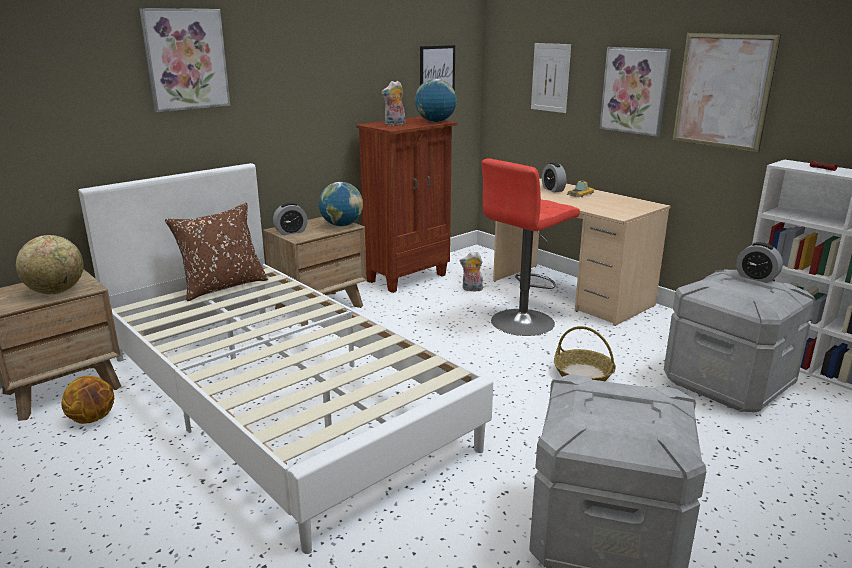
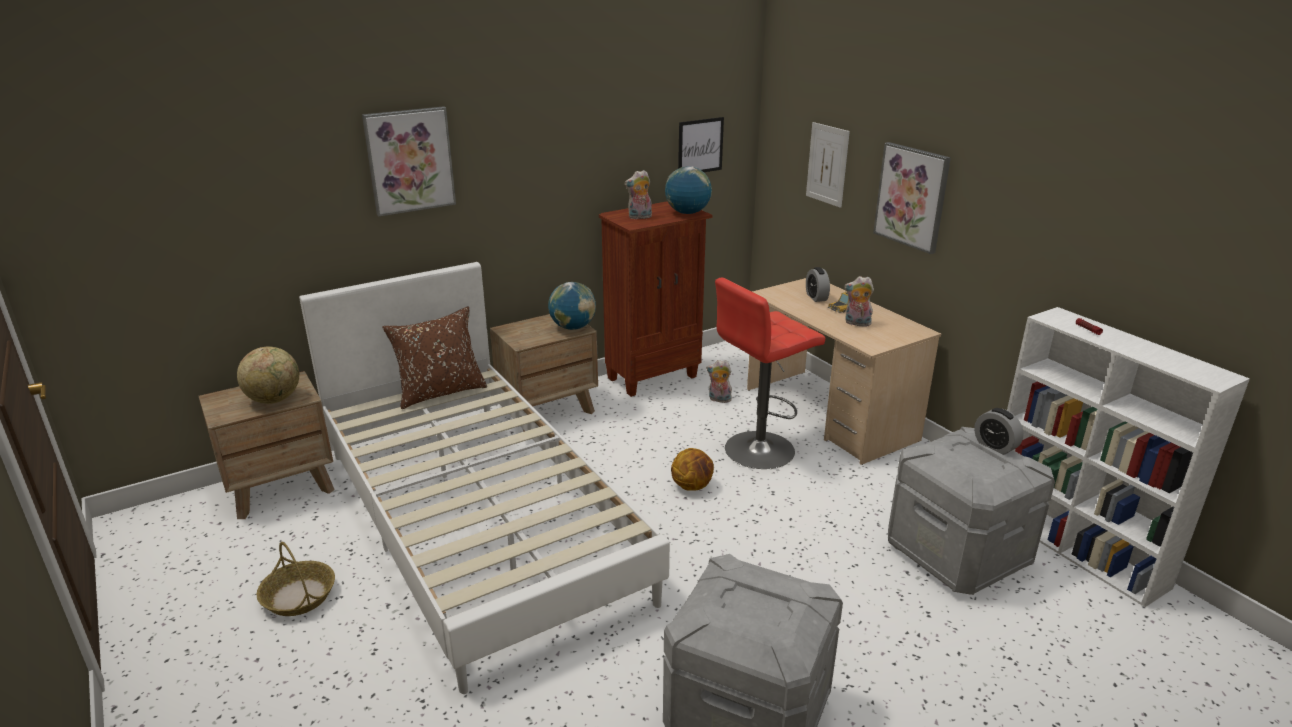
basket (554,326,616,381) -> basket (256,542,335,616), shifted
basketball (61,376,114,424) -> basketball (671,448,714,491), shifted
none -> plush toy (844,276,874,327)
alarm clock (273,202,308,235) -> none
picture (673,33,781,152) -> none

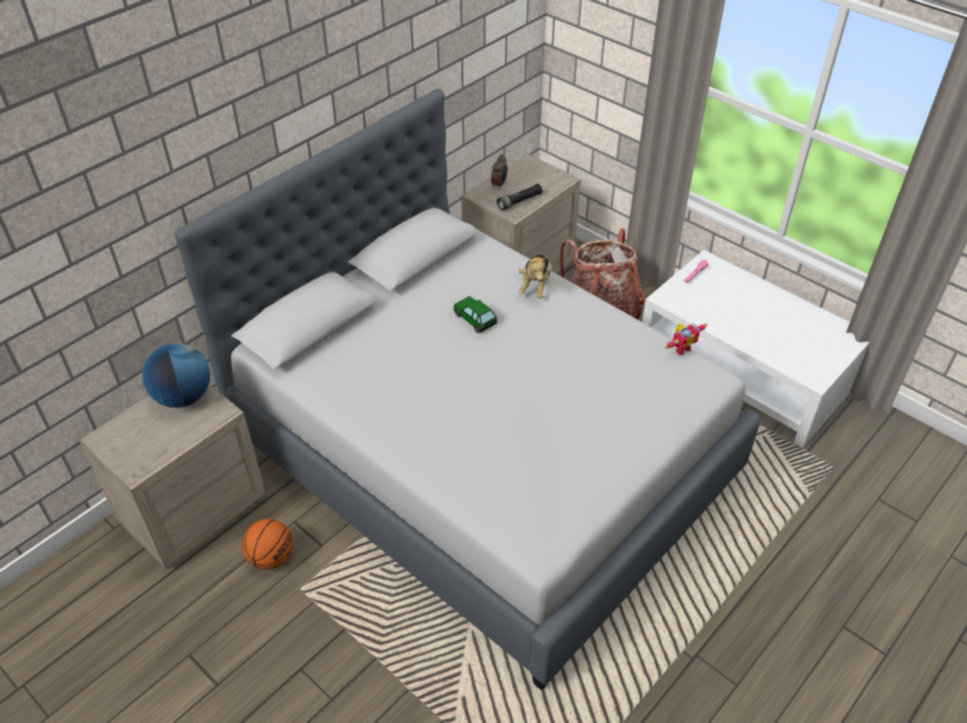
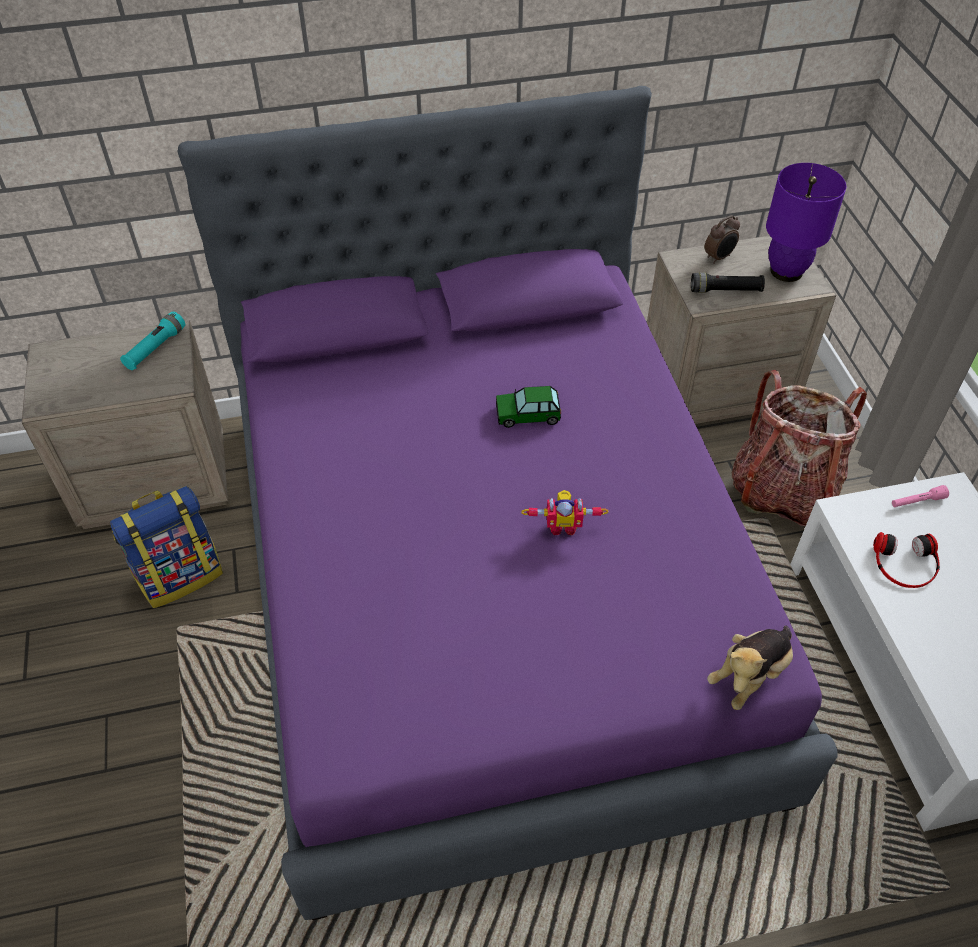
basketball (242,519,293,570) -> backpack (110,486,223,608)
globe (142,343,210,408) -> turquoise flashlight (120,312,185,370)
grey bed (174,89,761,690) -> purple bed (177,86,838,920)
toy car (453,296,497,333) -> toy car (496,386,561,428), 90 degrees counterclockwise
toy robot (665,323,707,355) -> toy robot (521,490,608,535), shifted
plush toy (519,254,552,298) -> plush toy (707,626,793,710), shifted
none -> purple table lamp (766,163,846,282)
none -> headphones (873,532,940,588)

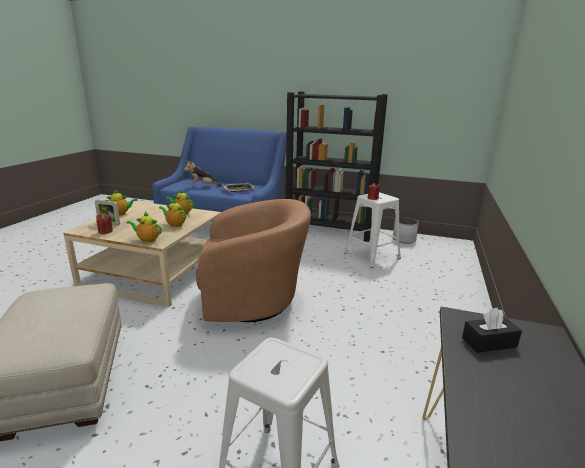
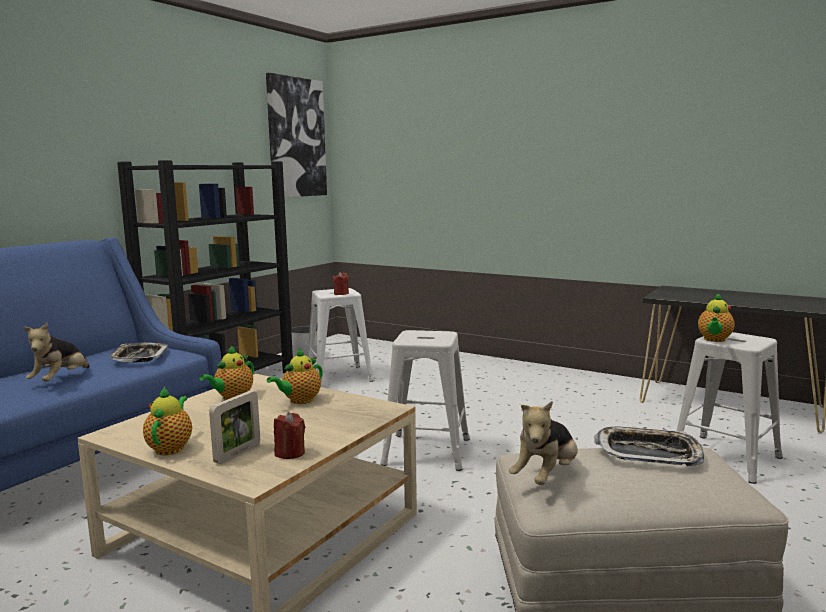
none -> picture (266,73,327,197)
brown armchair (196,199,311,323) -> white stool (381,330,470,471)
none -> plush toy (509,401,578,485)
none -> tray (595,426,704,466)
teapot (126,212,162,243) -> teapot (698,293,735,342), shifted
black tissue box (462,308,522,353) -> none

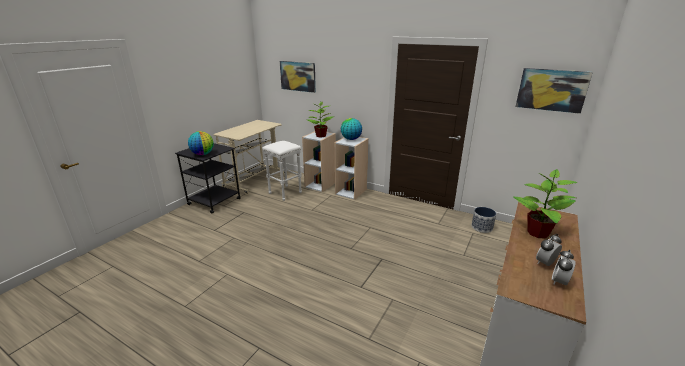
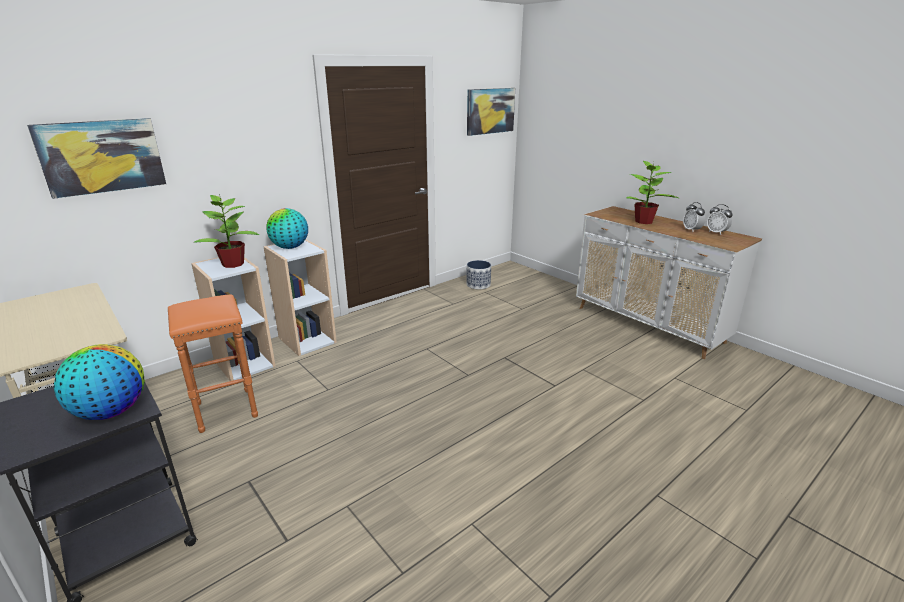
white stool (262,141,302,201) -> orange stool (168,295,258,433)

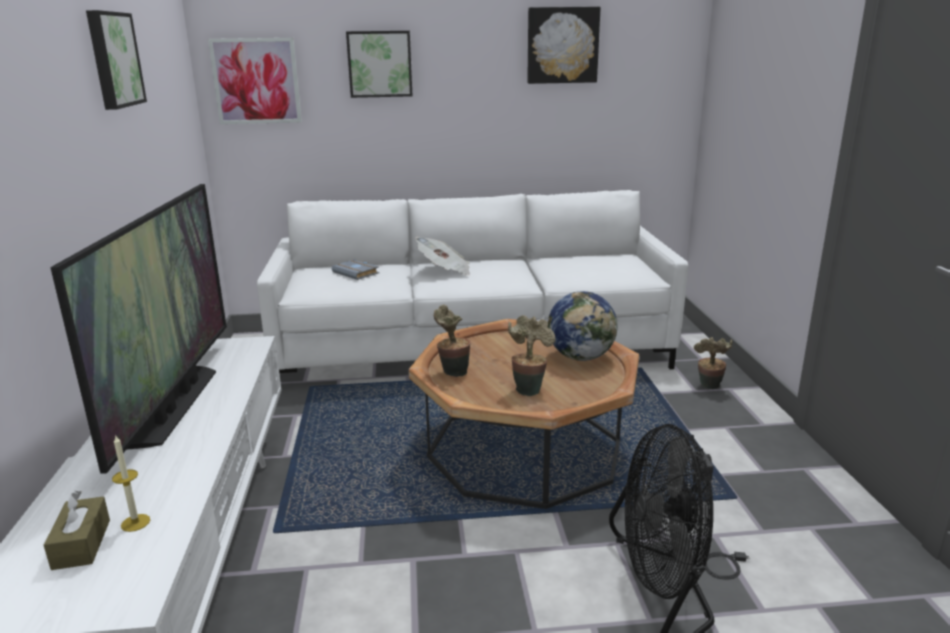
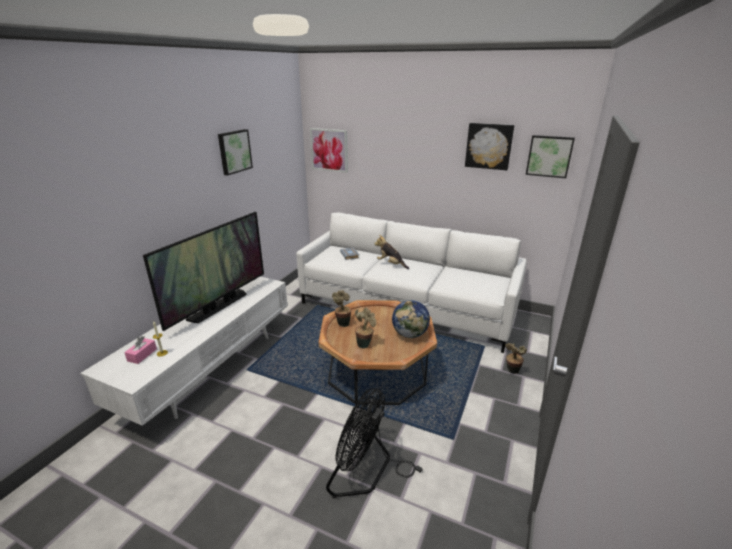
brown tissue box (44,491,110,570) -> pink tissue box (124,336,157,364)
newspaper (415,237,470,275) -> plush toy (374,234,409,269)
picture (346,31,412,98) -> picture (526,135,575,178), shifted

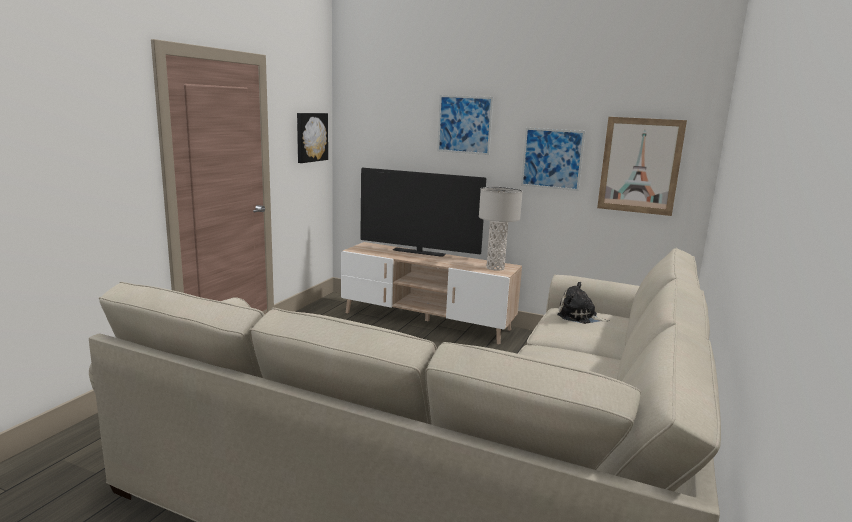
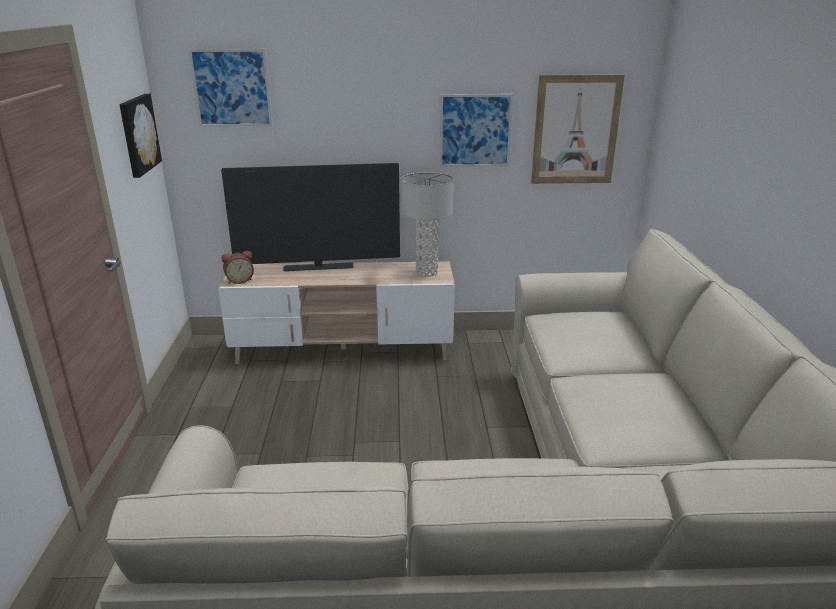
picture (437,95,493,155) -> picture (188,49,273,127), shifted
none -> alarm clock (222,251,254,284)
plush toy (557,282,608,324) -> none

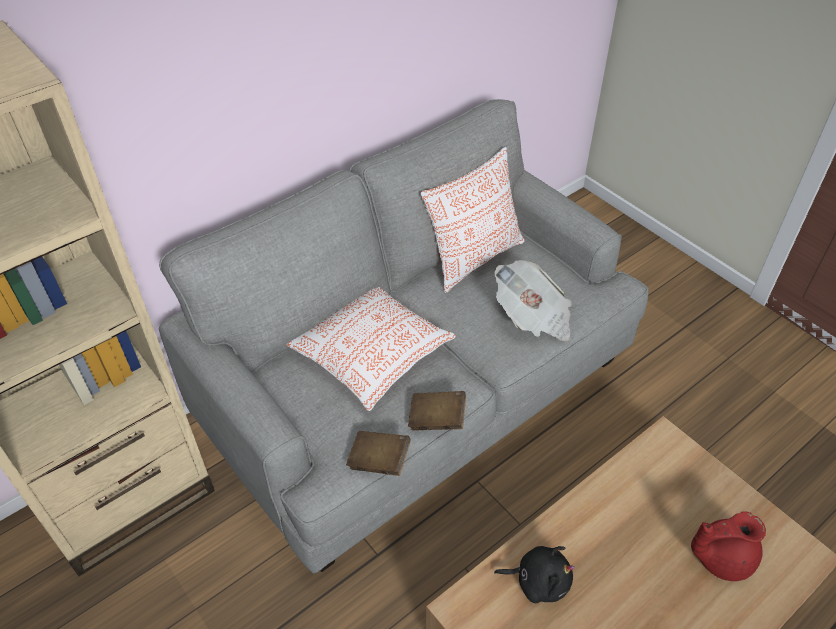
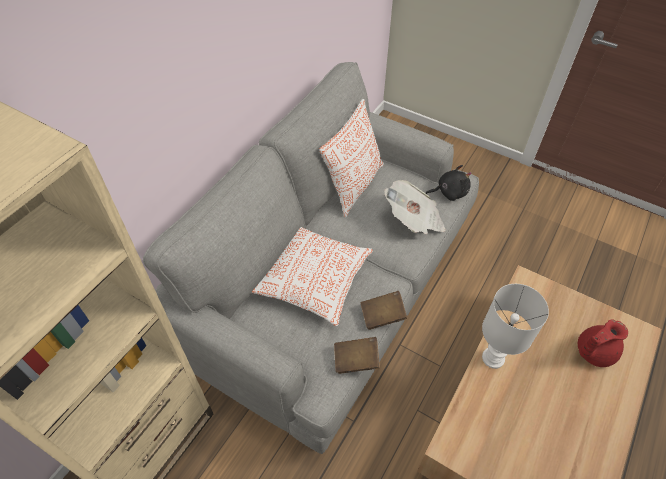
black plush toy (494,546,574,603) -> black plush toy (426,165,471,201), shifted
none -> white table lamp (482,284,549,369)

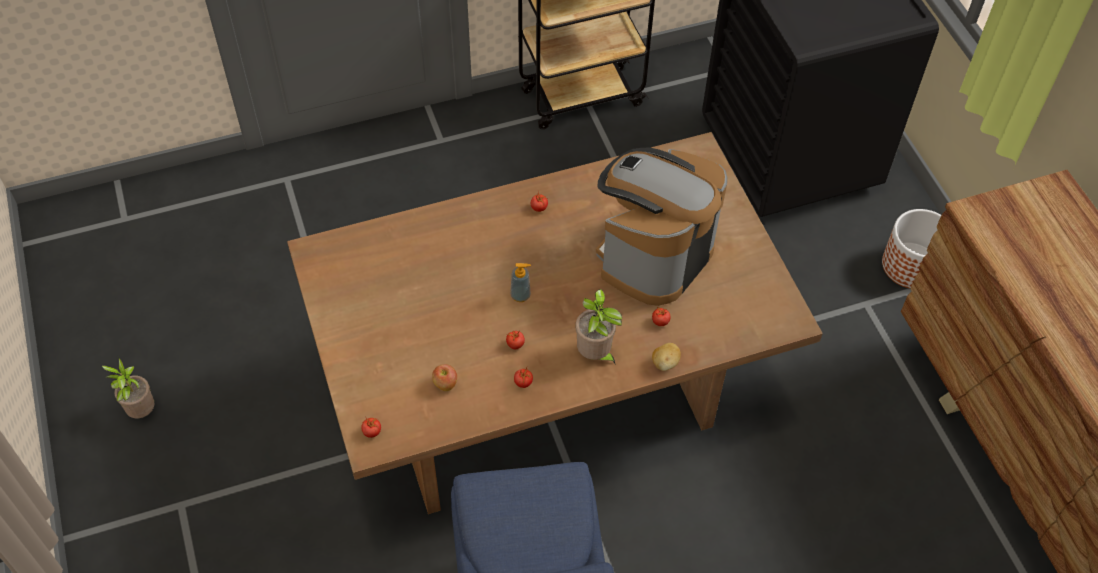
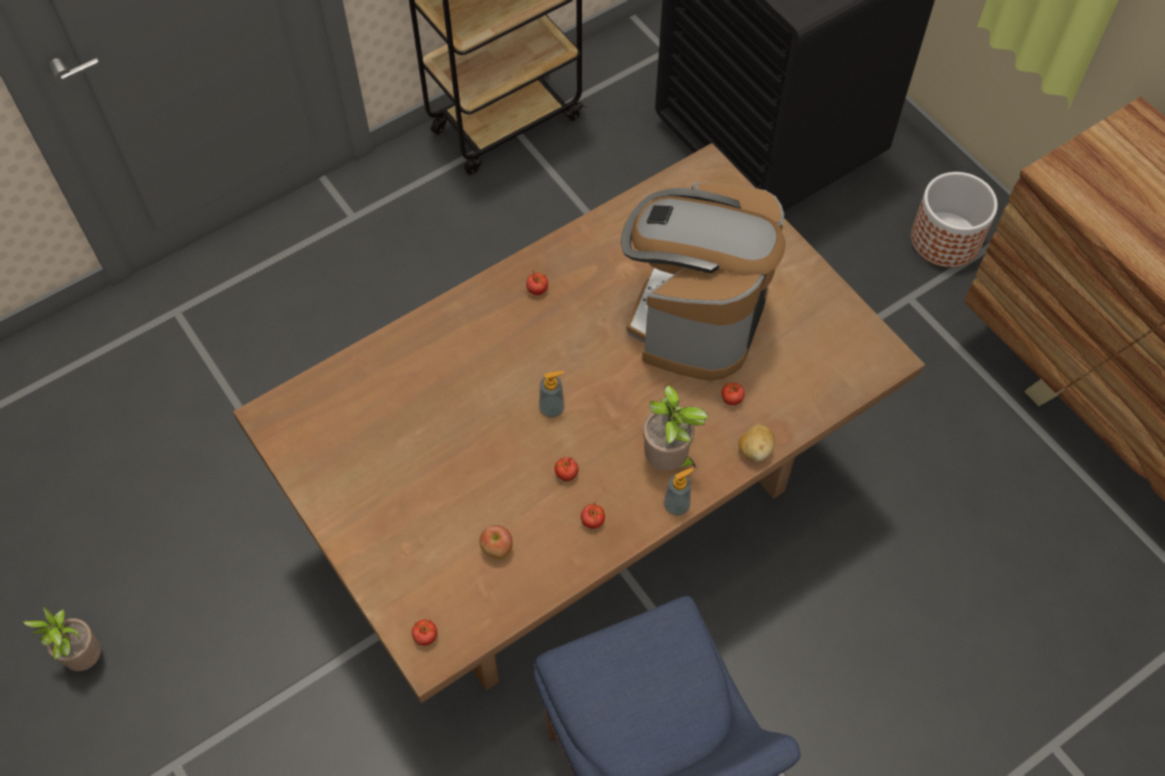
none -> soap dispenser (664,468,694,516)

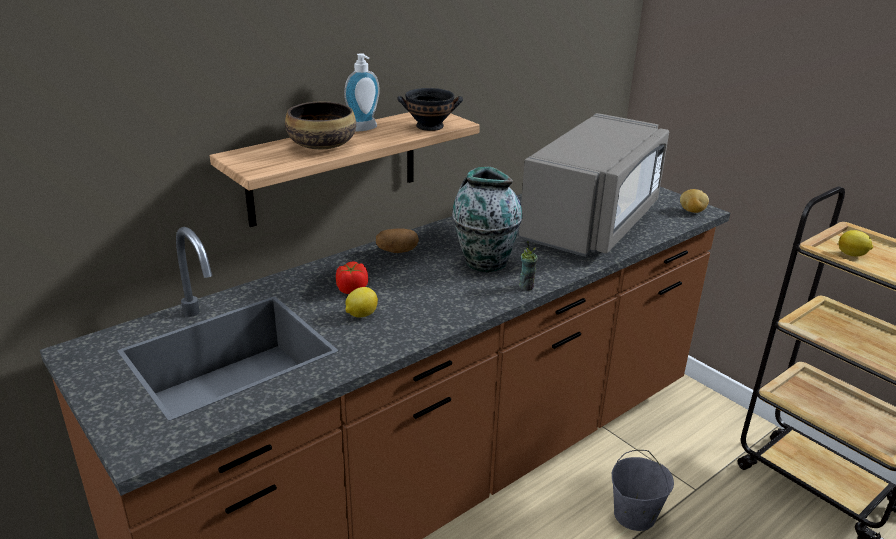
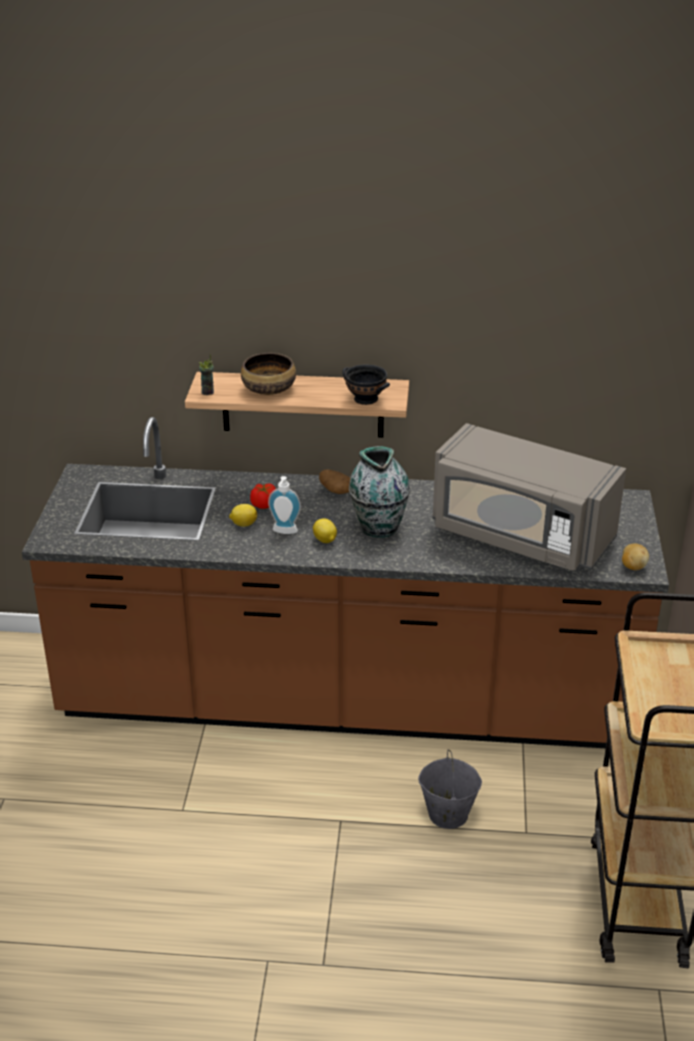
cup (519,241,538,291) -> cup (199,354,214,395), shifted
soap dispenser (344,53,380,132) -> soap dispenser (268,476,301,534), shifted
lemon (838,230,873,256) -> lemon (313,518,337,543), shifted
grey microwave (519,113,669,257) -> grey microwave (433,423,626,571), 45 degrees clockwise

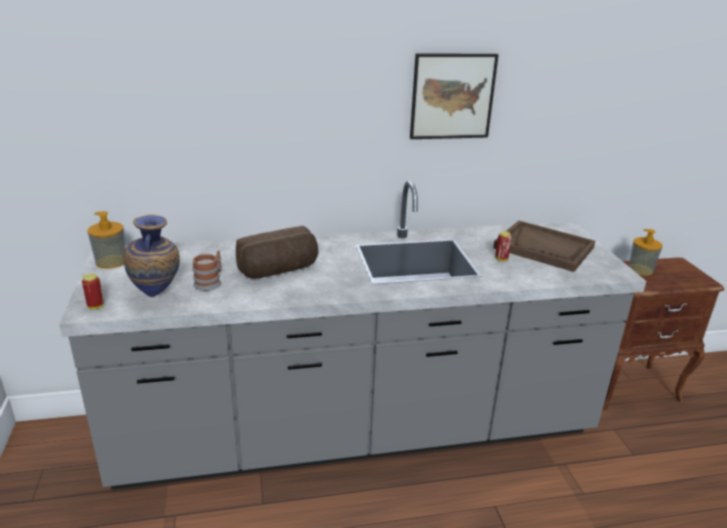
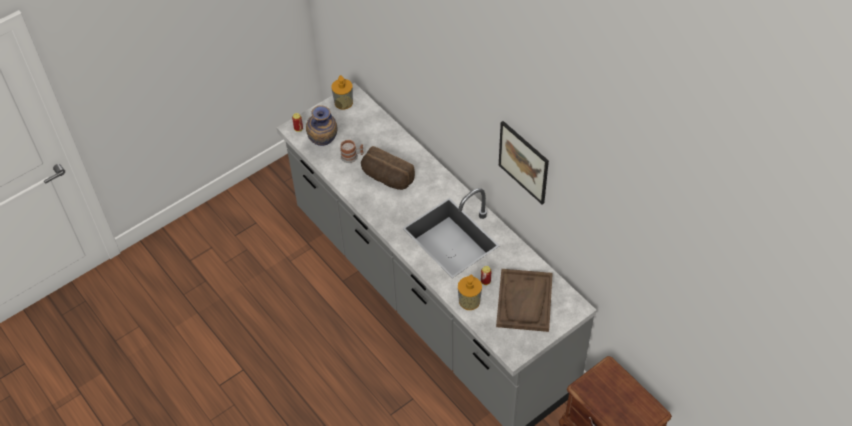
soap dispenser (629,229,663,276) -> soap dispenser (458,275,482,310), shifted

